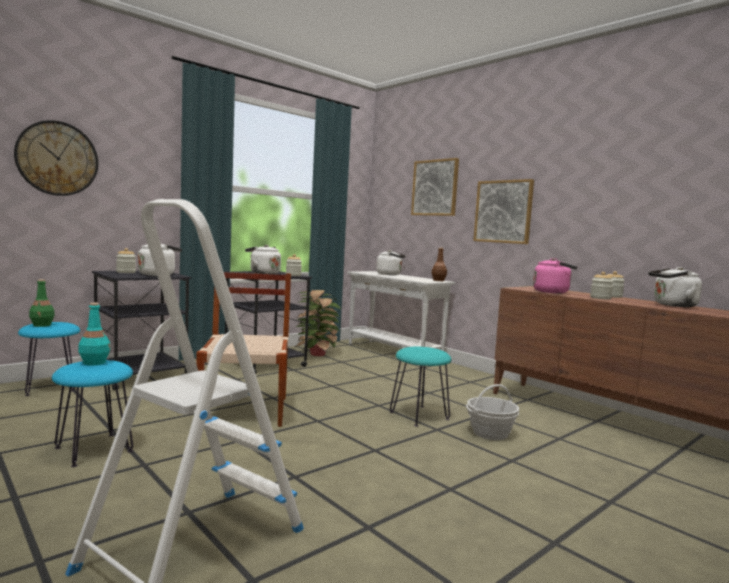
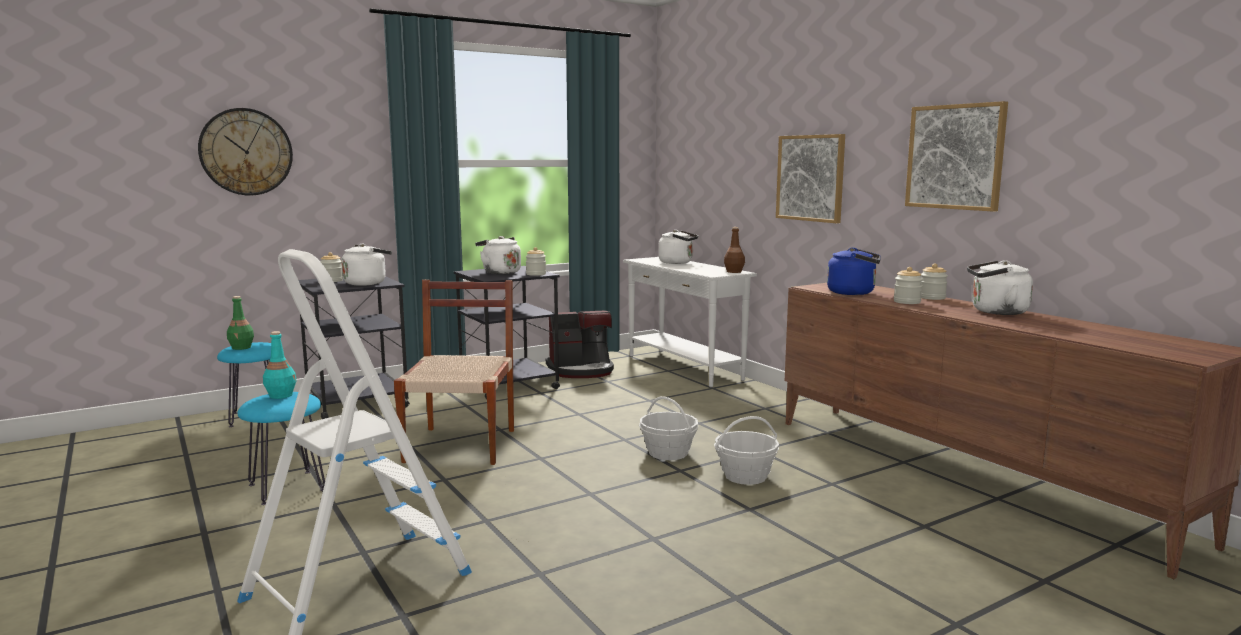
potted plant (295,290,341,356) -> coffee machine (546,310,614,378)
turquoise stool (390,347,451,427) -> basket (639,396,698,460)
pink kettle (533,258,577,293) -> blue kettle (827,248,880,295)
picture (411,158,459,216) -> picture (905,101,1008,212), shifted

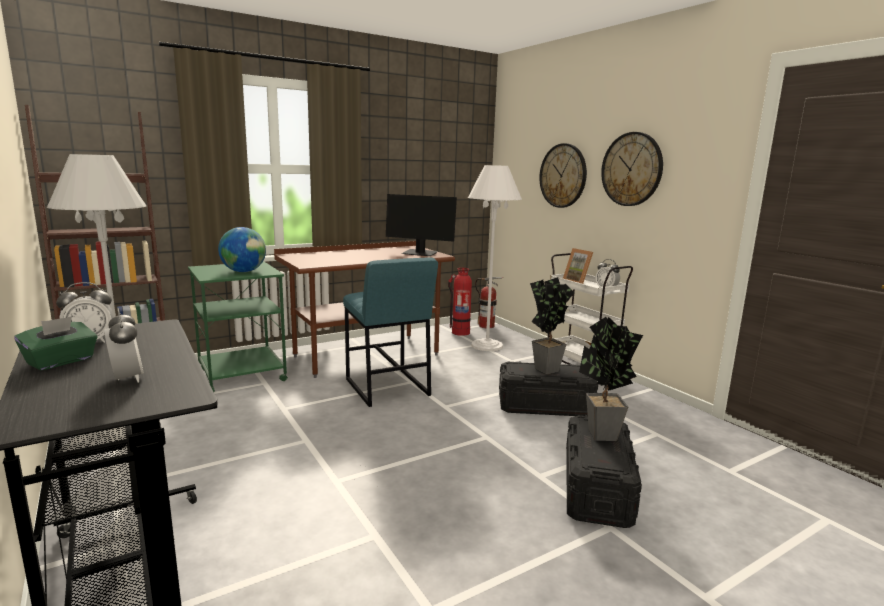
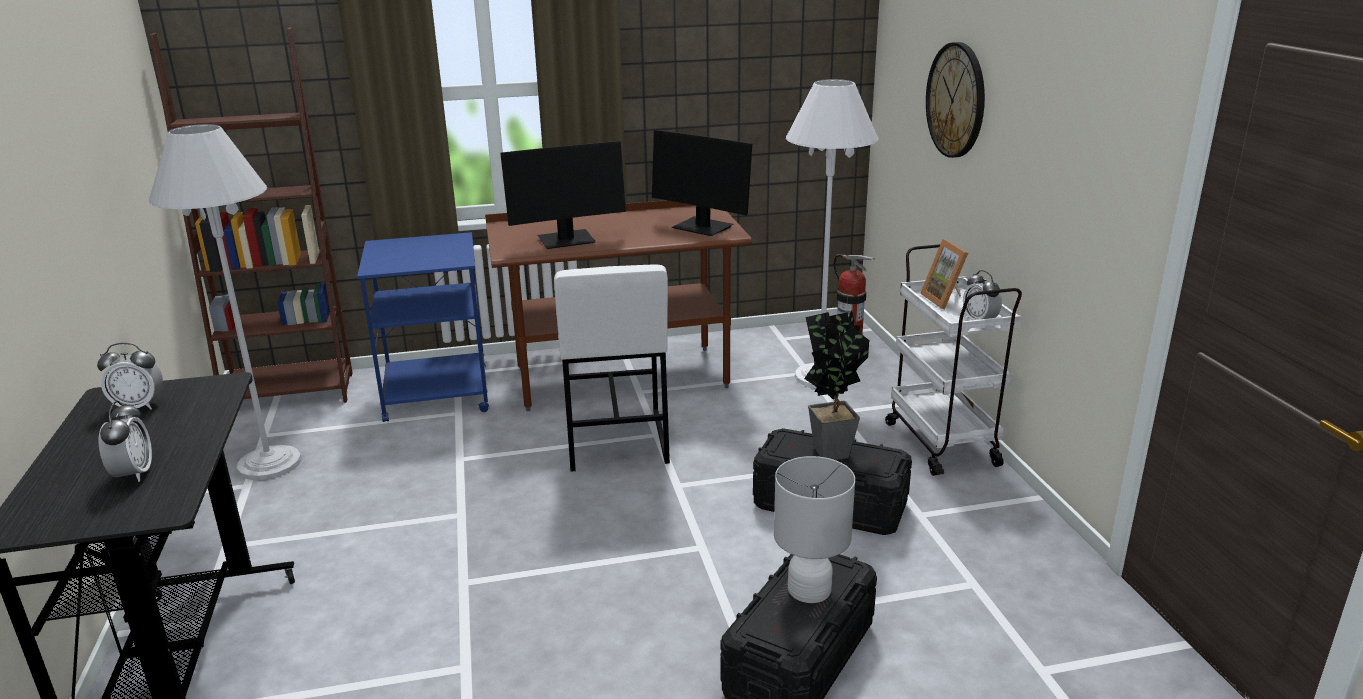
green cart (188,261,288,392) -> blue cart (357,232,489,422)
none -> monitor (500,141,626,249)
blue stool (343,258,438,407) -> white stool (554,265,670,472)
potted plant (579,317,643,441) -> grey table lamp (774,456,855,603)
green tissue box (14,316,97,371) -> none
globe (218,227,266,272) -> none
fire extinguisher (448,268,472,336) -> none
wall clock (601,132,663,206) -> none

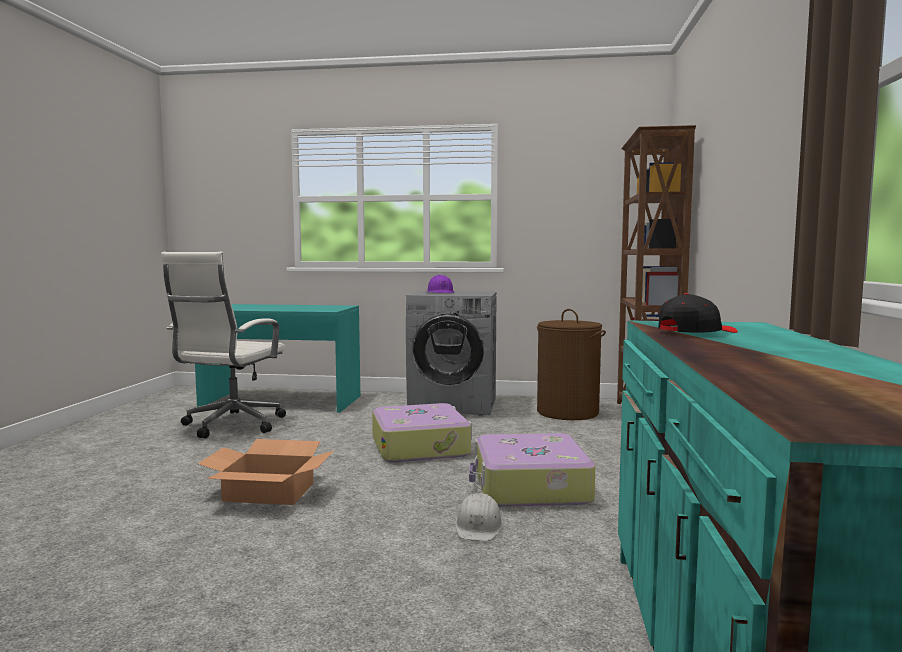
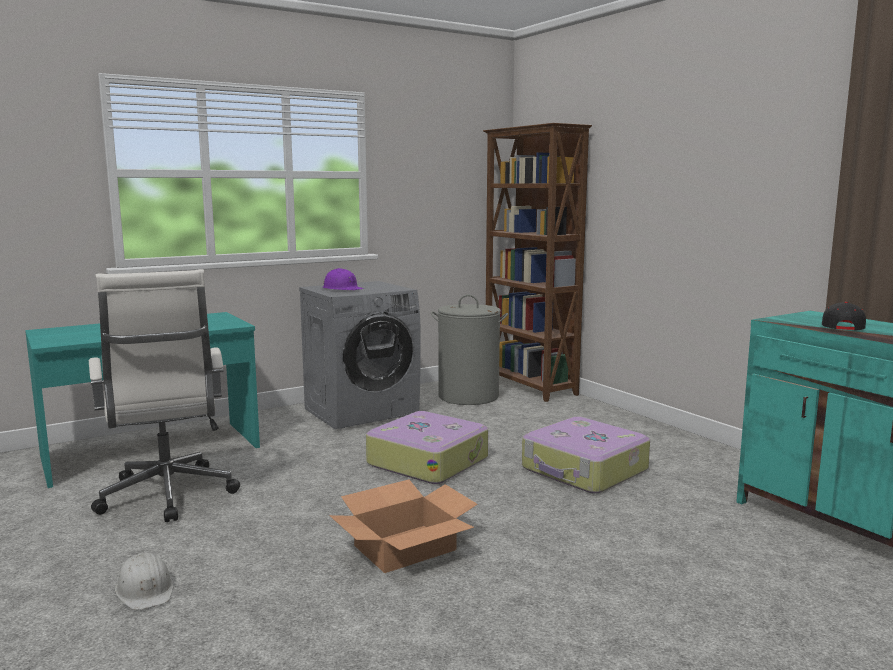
white hard hat (455,493,503,541) -> white hard hat (115,553,173,610), shifted
brown laundry basket (537,309,606,420) -> grey laundry basket (431,294,508,405)

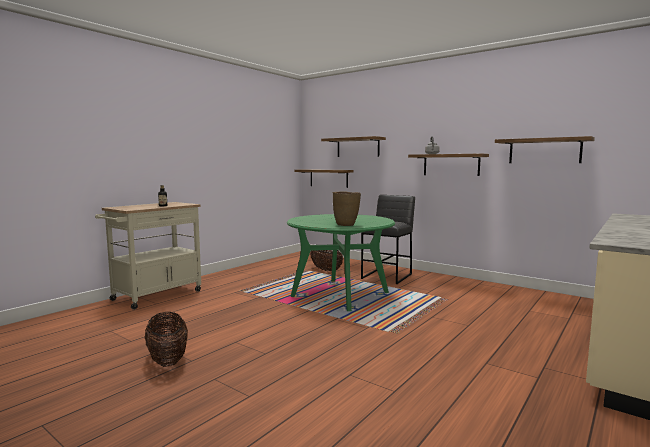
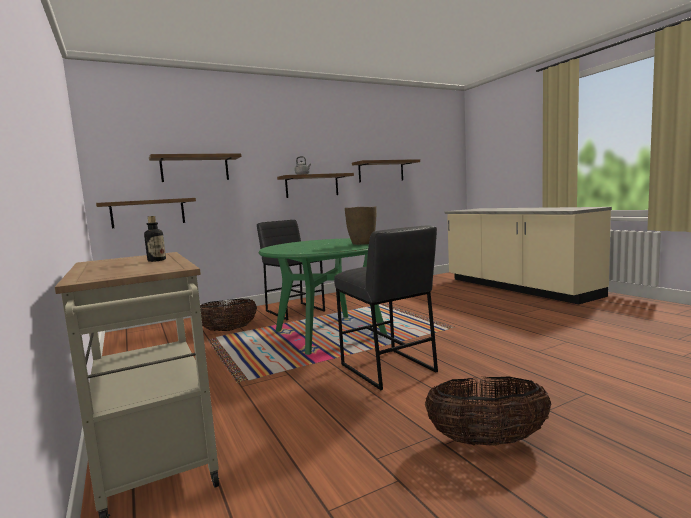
none -> grey stool (334,225,438,390)

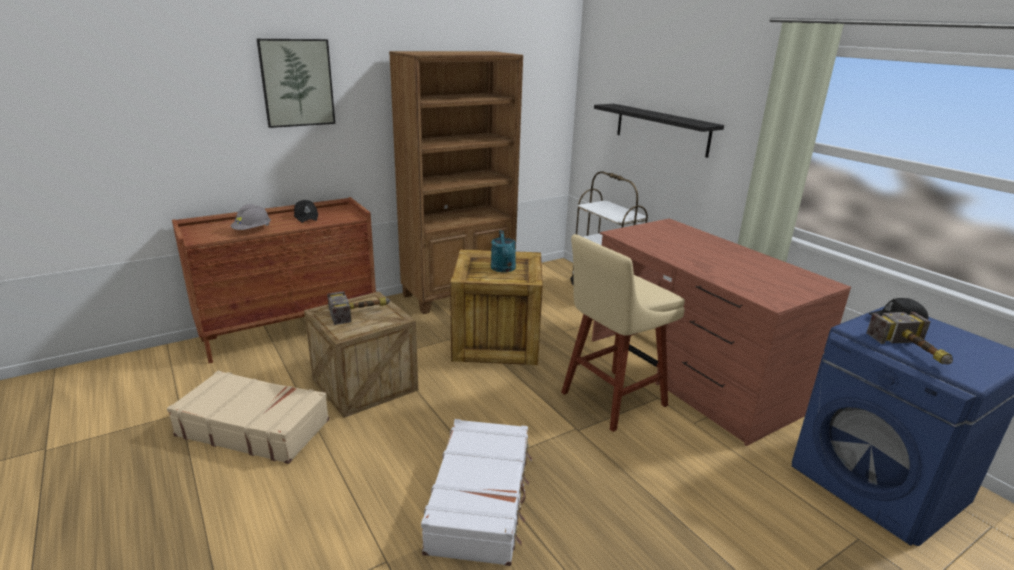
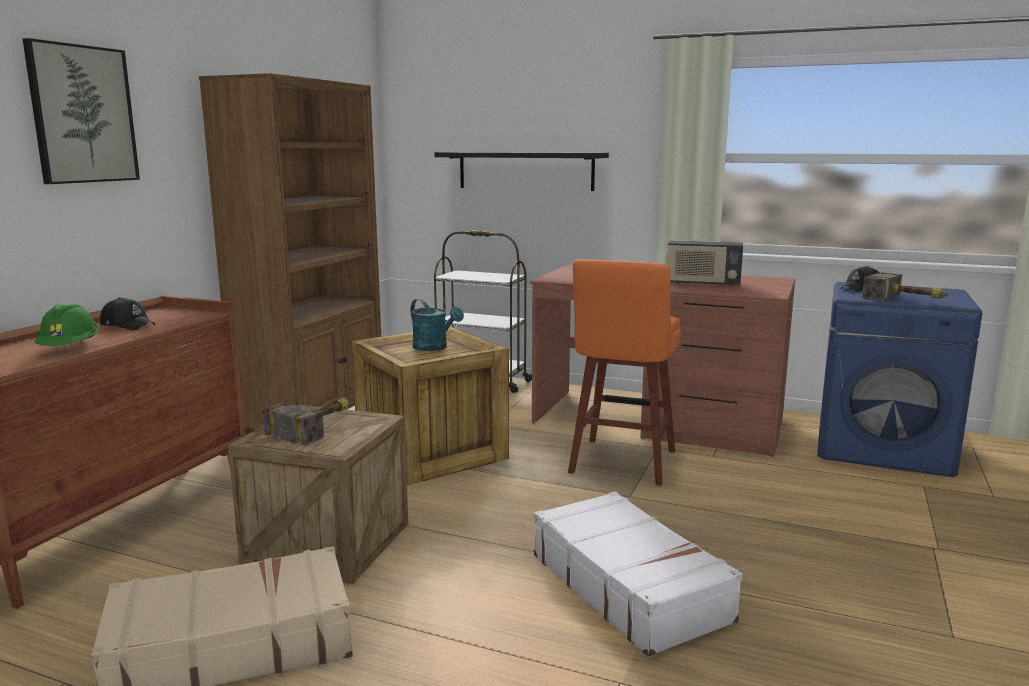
grey hard hat (231,204,271,230) -> green hard hat (34,304,99,346)
beige stool (561,234,685,432) -> orange stool (568,259,681,486)
none -> radio (666,240,743,287)

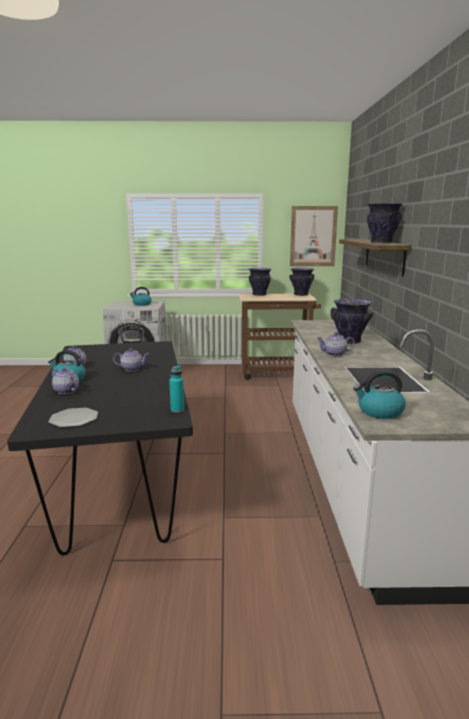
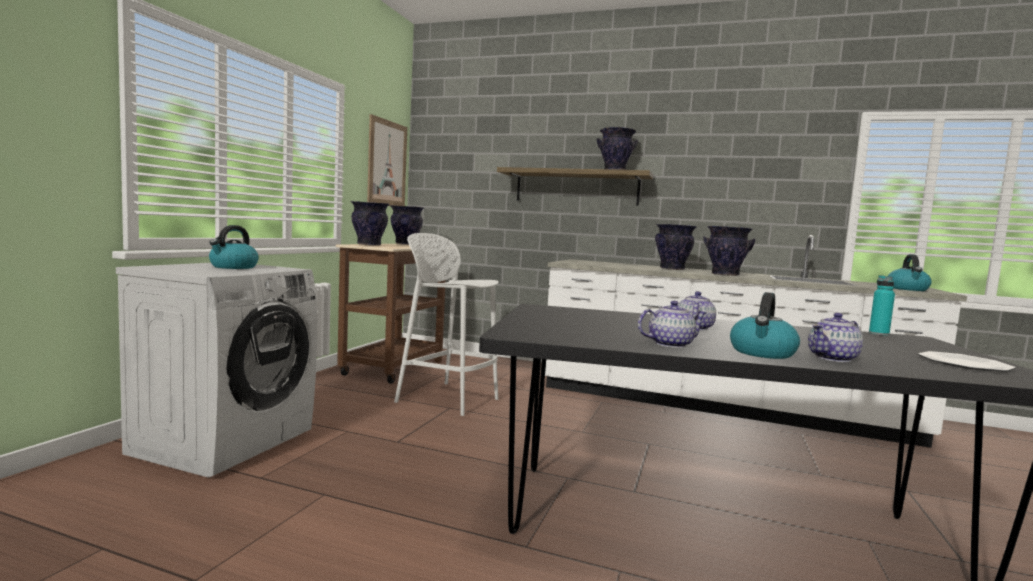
none -> white stool (394,233,499,416)
teapot (317,332,355,356) -> vase (703,226,755,276)

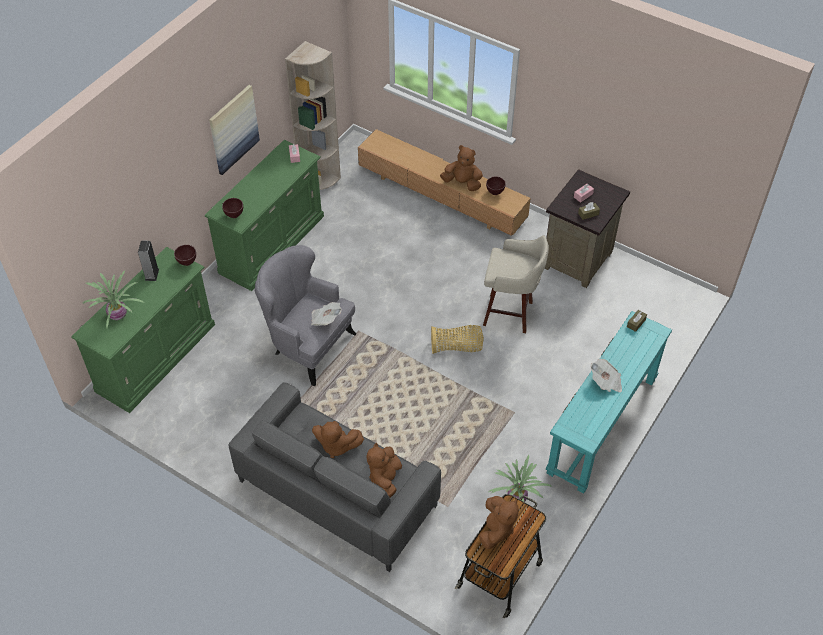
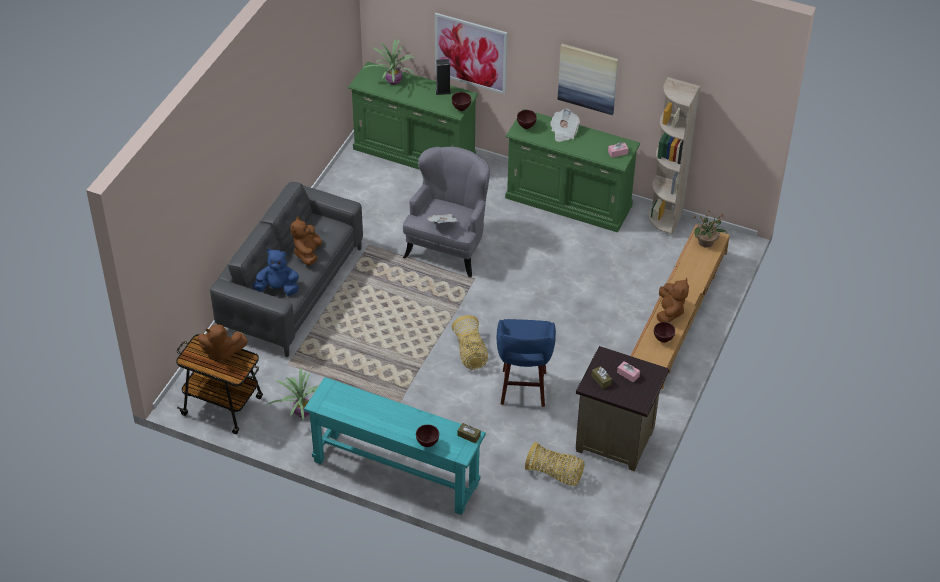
brown plush toy (366,443,402,497) -> blue plush toy (252,249,299,296)
none -> brown bowl (416,424,439,447)
none -> picture (435,13,508,94)
beige stool (483,235,549,333) -> blue stool (497,319,556,407)
none -> basket (525,442,585,486)
newspaper (590,359,622,392) -> newspaper (550,109,580,142), shifted
none -> potted plant (692,210,727,248)

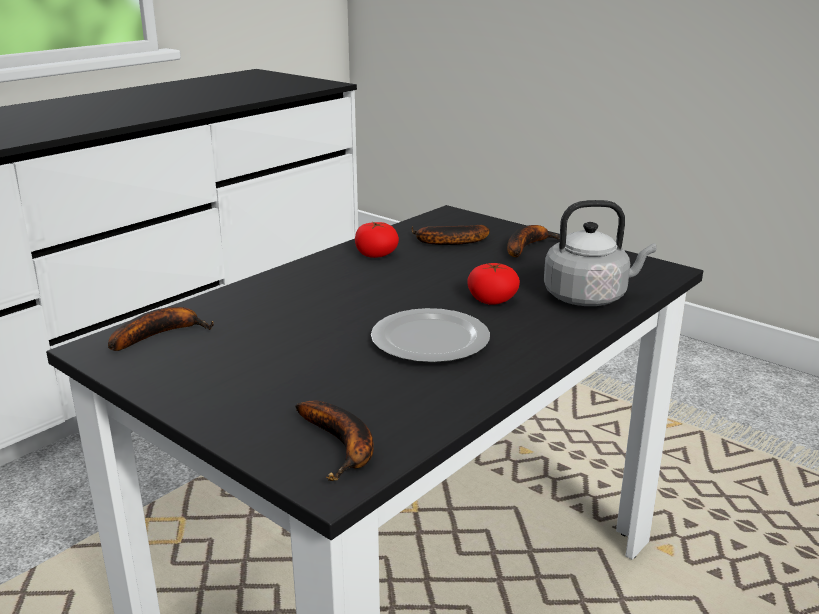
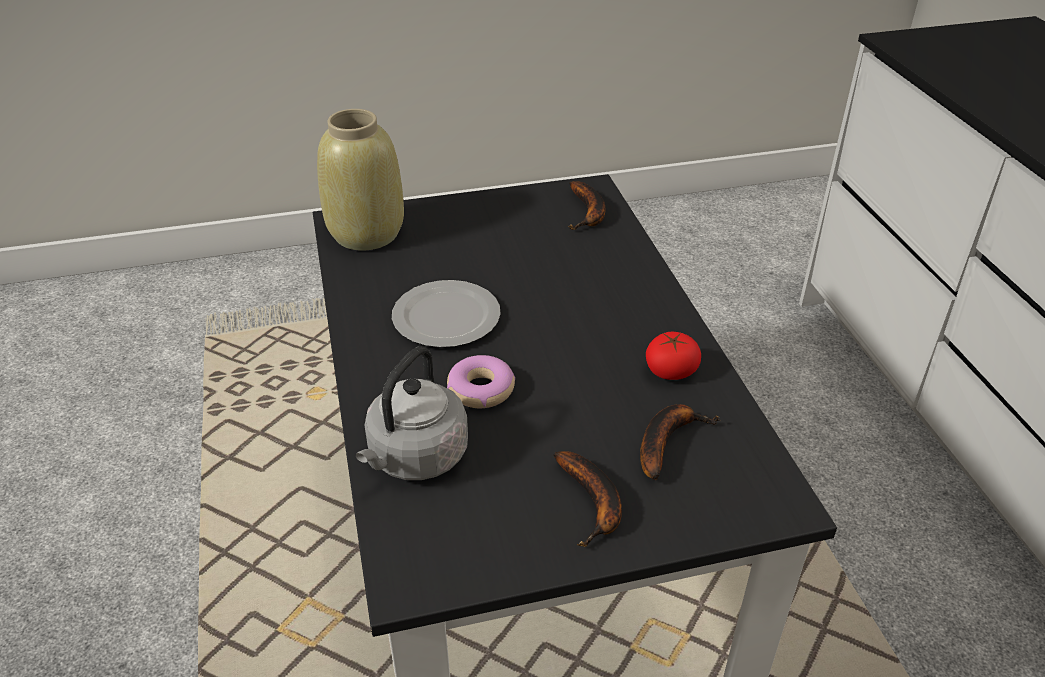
banana (295,400,374,481) -> beige vase (317,109,404,251)
tomato (467,263,520,305) -> donut (447,355,515,408)

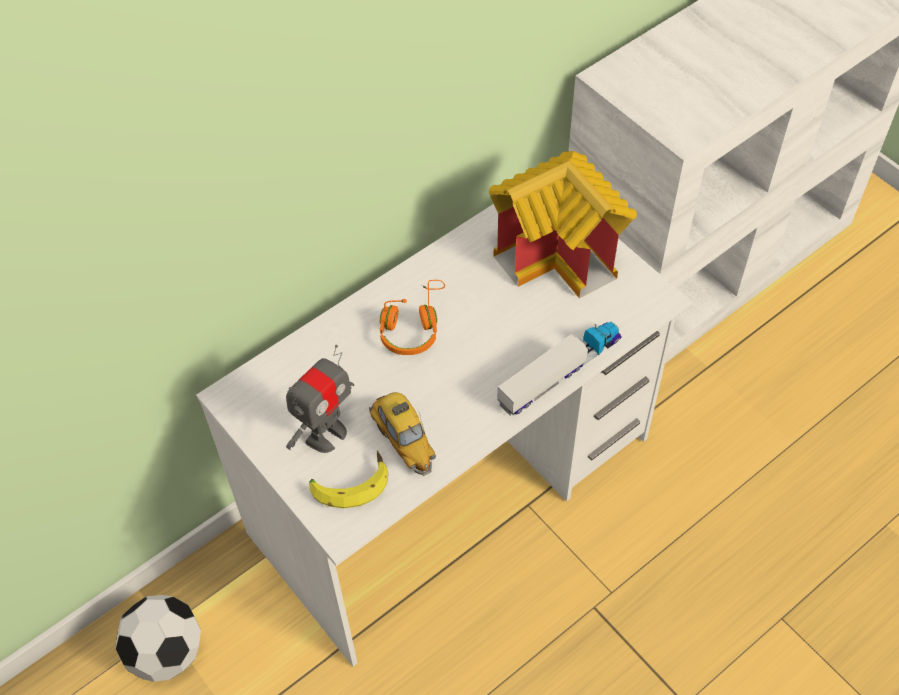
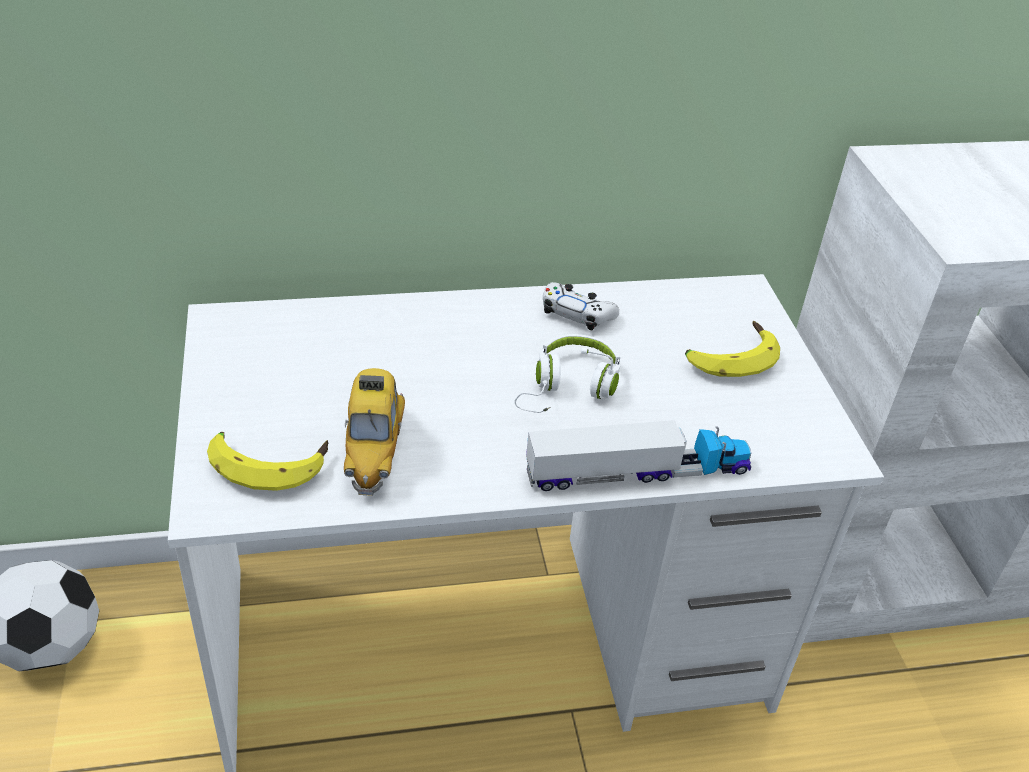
none -> white headphones (515,334,620,413)
none -> white game controller (543,282,619,330)
toy house (489,151,637,298) -> banana (685,321,780,377)
toy robot (286,345,354,453) -> none
orange headphones (380,280,445,355) -> none

